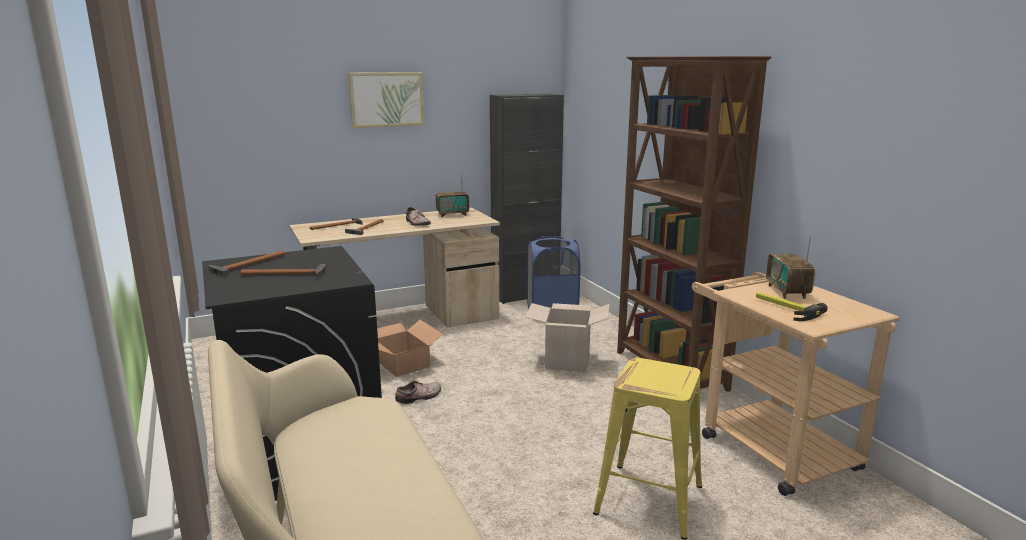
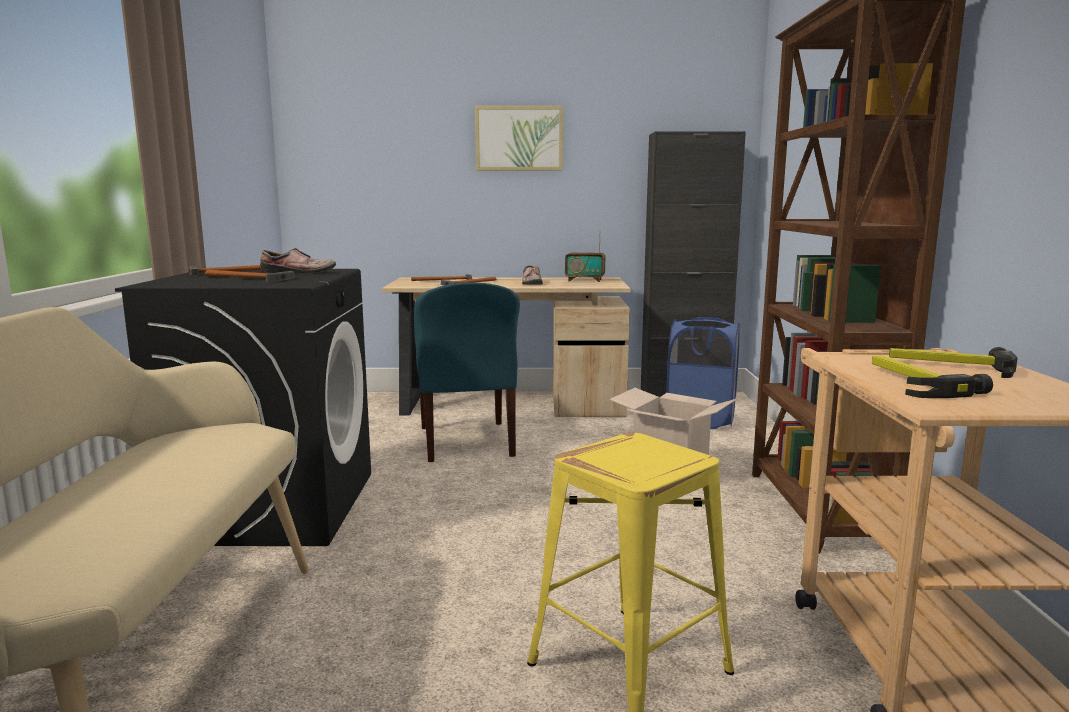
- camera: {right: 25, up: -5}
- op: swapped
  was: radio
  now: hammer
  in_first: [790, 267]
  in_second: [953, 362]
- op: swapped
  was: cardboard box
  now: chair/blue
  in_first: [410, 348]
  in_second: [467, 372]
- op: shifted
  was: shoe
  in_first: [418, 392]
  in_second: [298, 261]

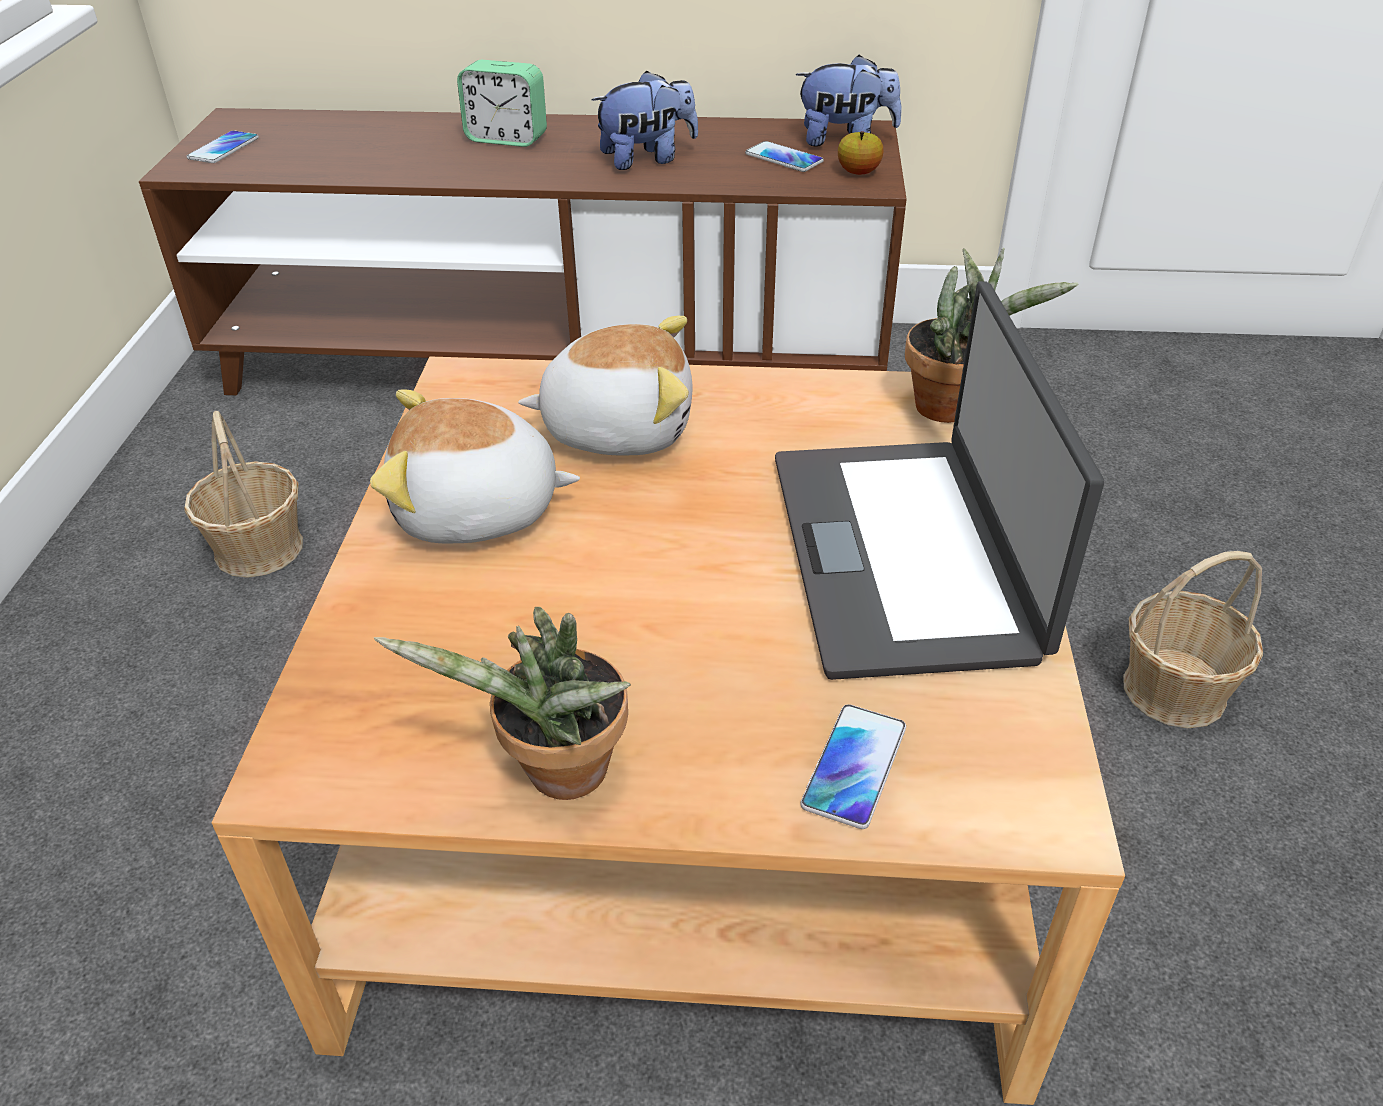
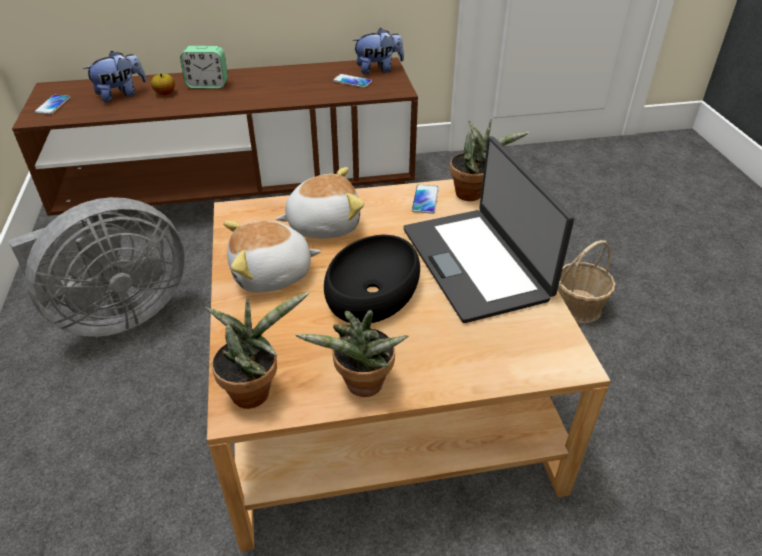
- camera: {right: -15, up: 0}
- op: shifted
  was: plush toy
  in_first: [644, 120]
  in_second: [115, 77]
- op: shifted
  was: apple
  in_first: [861, 153]
  in_second: [163, 84]
- op: swapped
  was: basket
  now: fan/grey
  in_first: [243, 494]
  in_second: [96, 267]
- op: shifted
  was: phone
  in_first: [853, 766]
  in_second: [425, 199]
- op: new
  now: bowl/black
  in_second: [372, 279]
- op: new
  now: potted plant
  in_second: [257, 350]

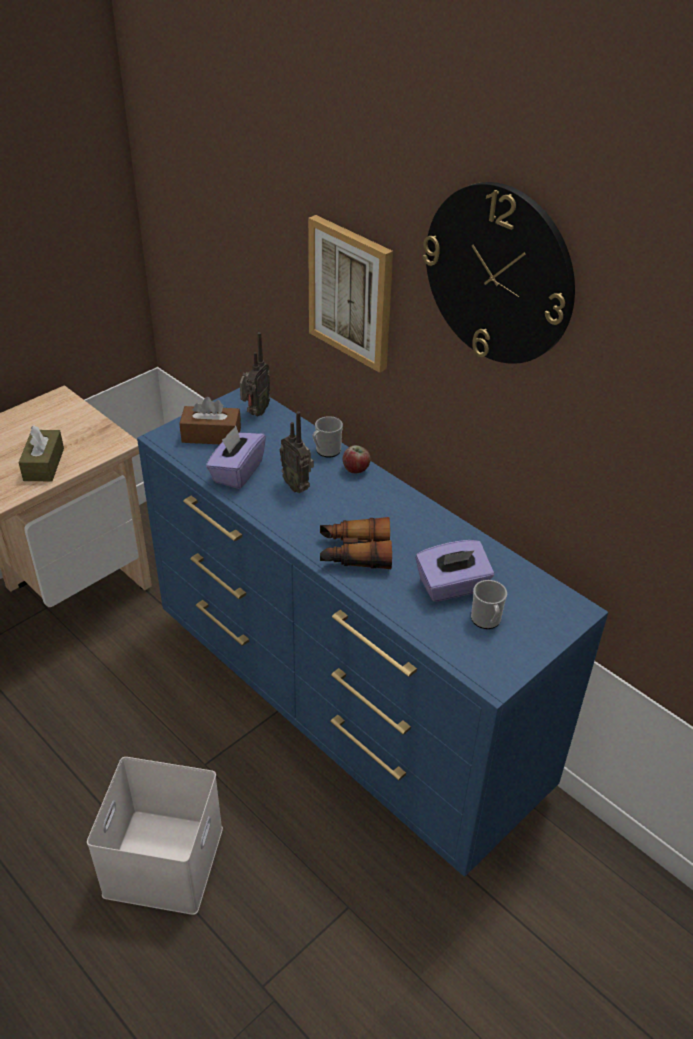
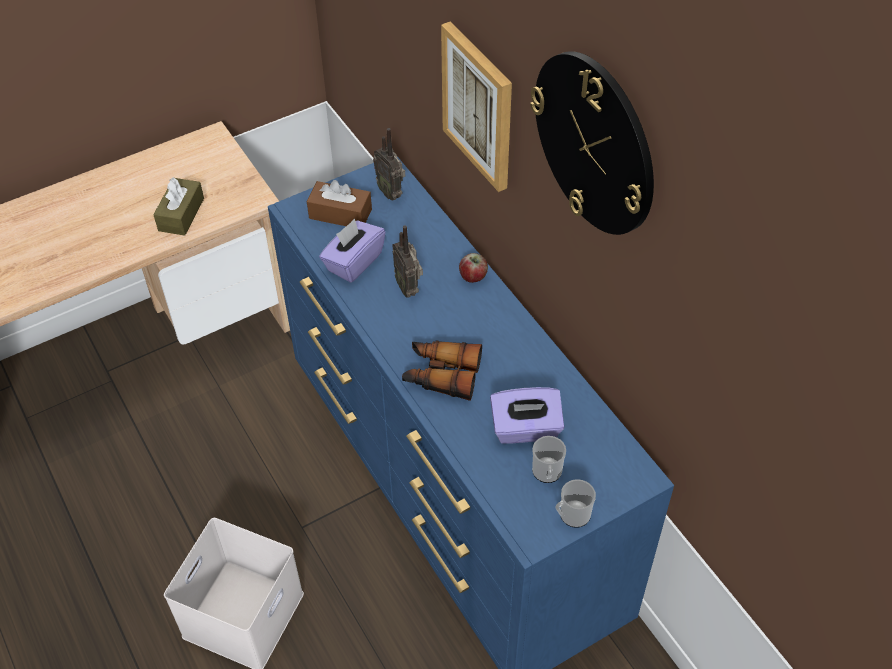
- camera: {right: 15, up: 10}
- op: rotated
  was: radio
  in_first: [255, 374]
  in_second: [389, 164]
  clockwise: 105
- op: shifted
  was: mug
  in_first: [328, 436]
  in_second: [576, 503]

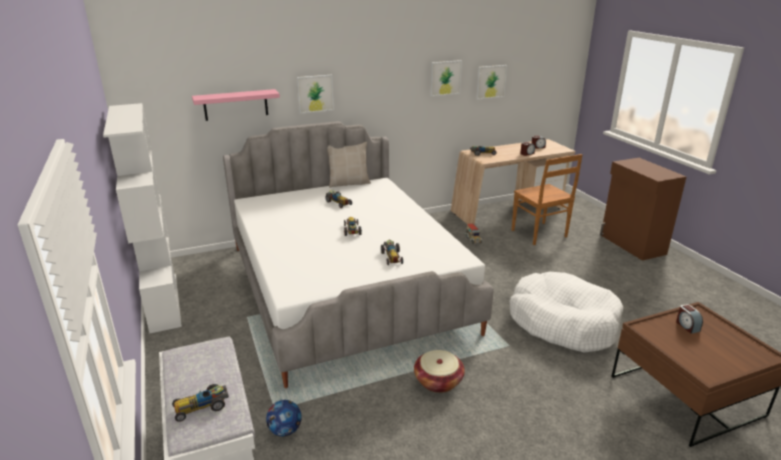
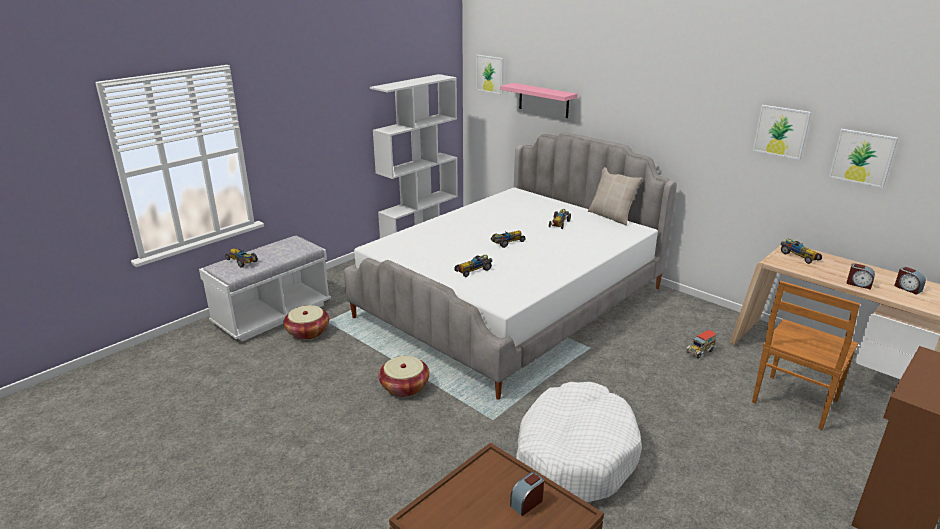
- camera: {right: 65, up: 0}
- op: shifted
  was: picture
  in_first: [315, 94]
  in_second: [490, 74]
- op: swapped
  was: football
  now: basket
  in_first: [283, 418]
  in_second: [306, 322]

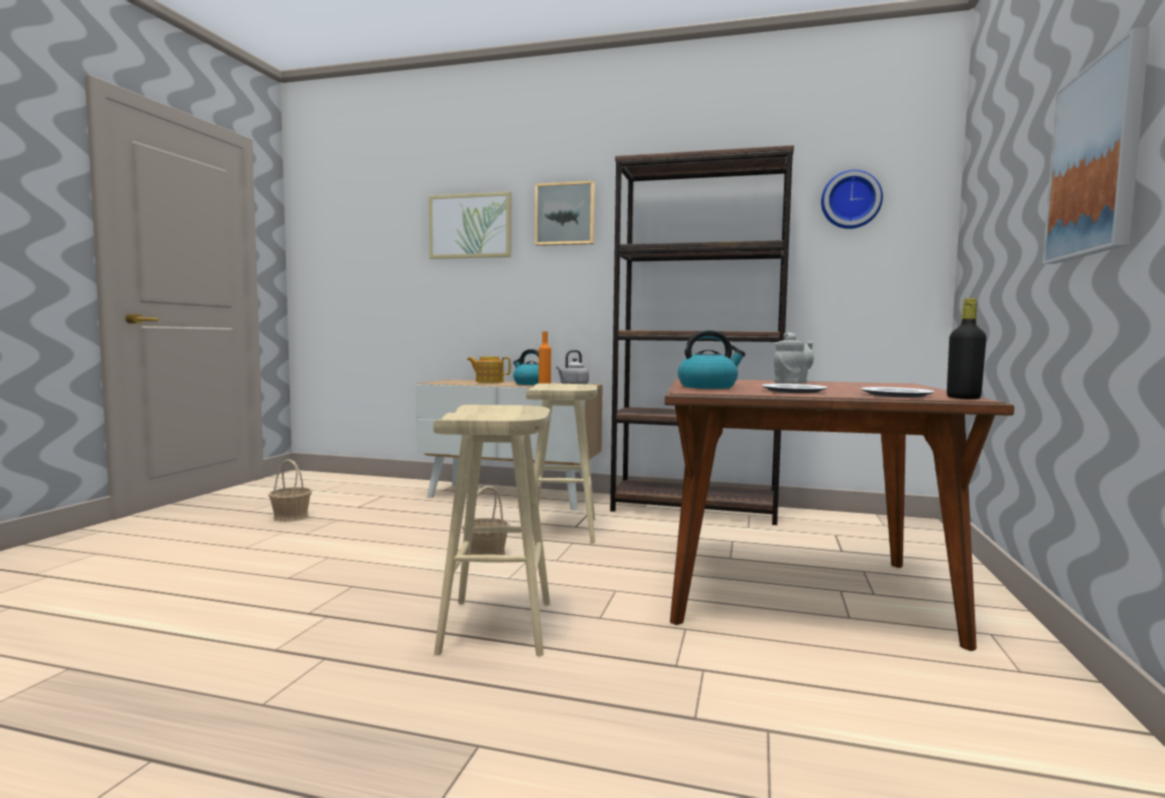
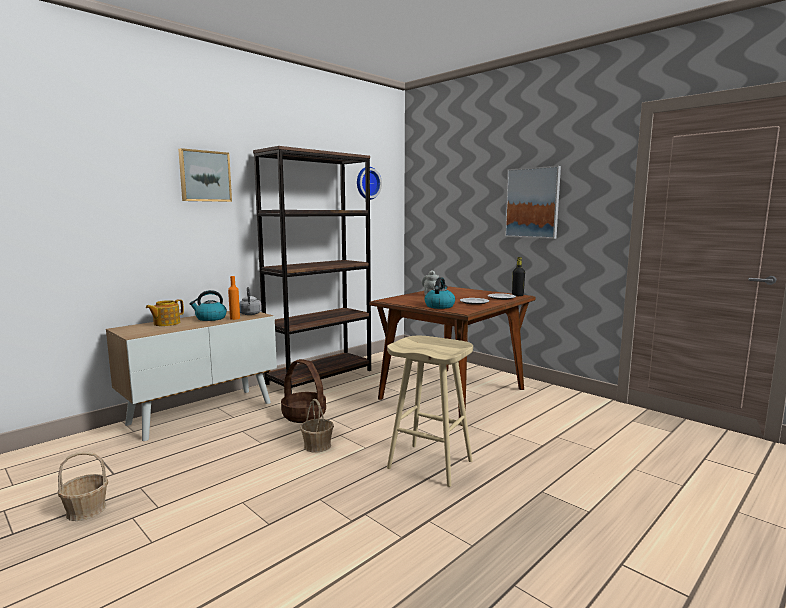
- camera: {right: -60, up: 5}
- op: gone
  was: picture
  in_first: [470, 225]
- op: swapped
  was: stool/beige
  now: basket
  in_first: [561, 463]
  in_second: [303, 391]

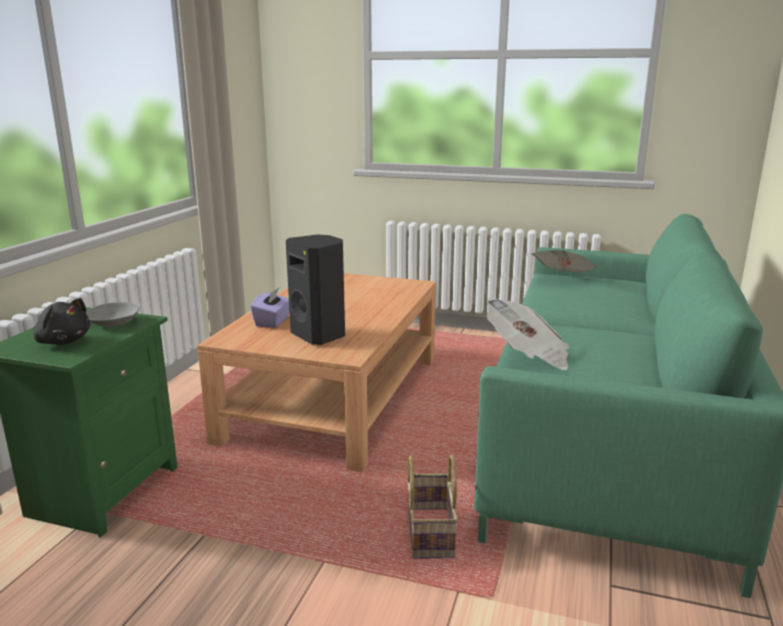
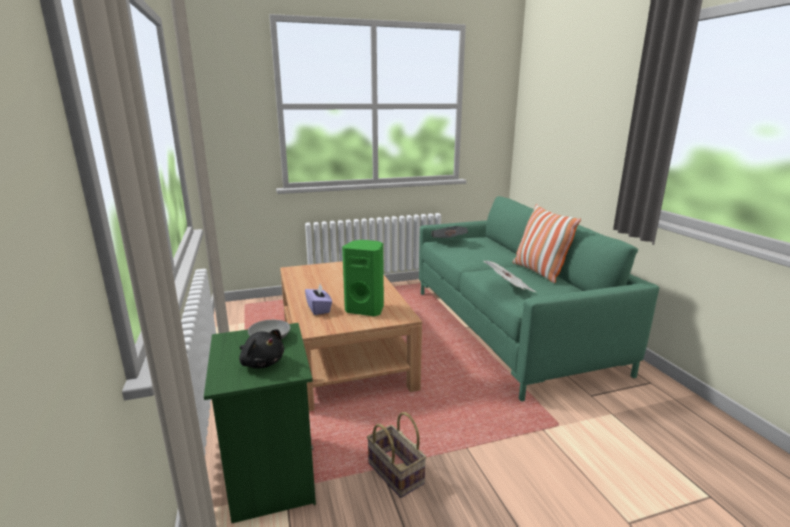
- camera: {right: -35, up: 0}
- op: repainted
  was: speaker/black
  now: speaker/green
  in_first: [315, 290]
  in_second: [363, 278]
- op: rotated
  was: plush toy/black
  in_first: [61, 321]
  in_second: [261, 349]
  clockwise: 45
- op: shifted
  was: basket
  in_first: [432, 507]
  in_second: [396, 455]
- op: new
  now: pillow
  in_second: [547, 243]

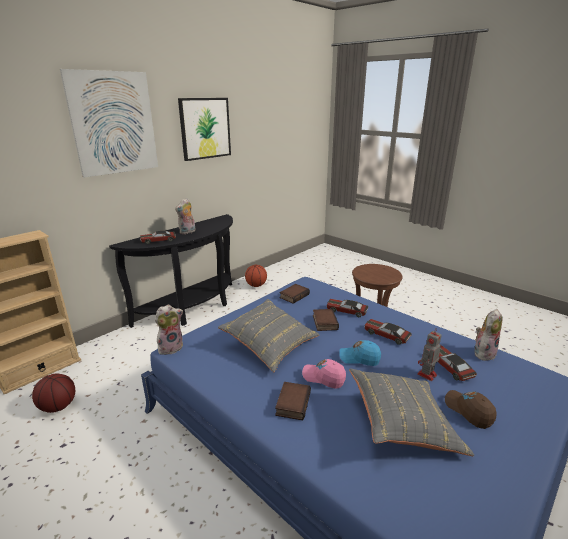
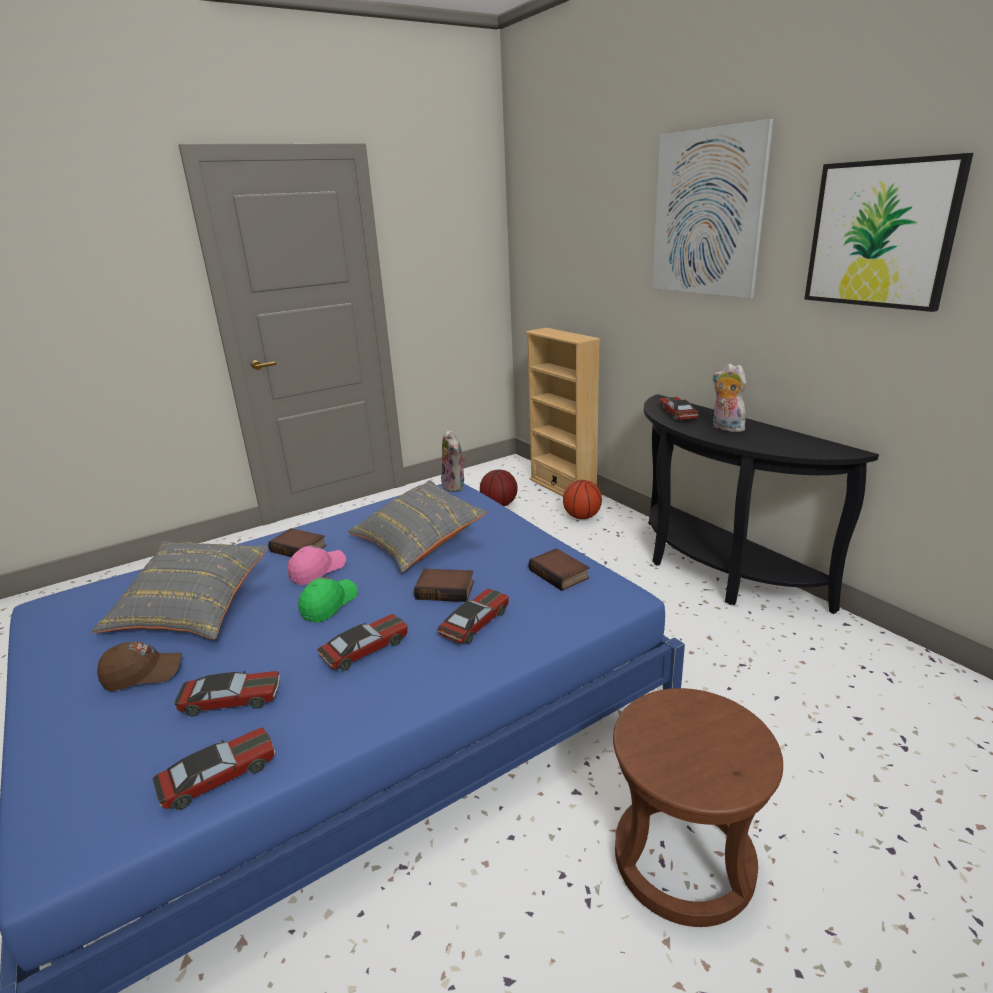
- camera: {right: 105, up: 0}
- op: shifted
  was: basketball
  in_first: [256, 276]
  in_second: [582, 499]
- op: swapped
  was: plush toy
  now: toy car
  in_first: [488, 335]
  in_second: [213, 768]
- op: gone
  was: toy robot
  in_first: [429, 355]
- op: repainted
  was: cap/blue
  now: cap/green
  in_first: [360, 353]
  in_second: [328, 600]

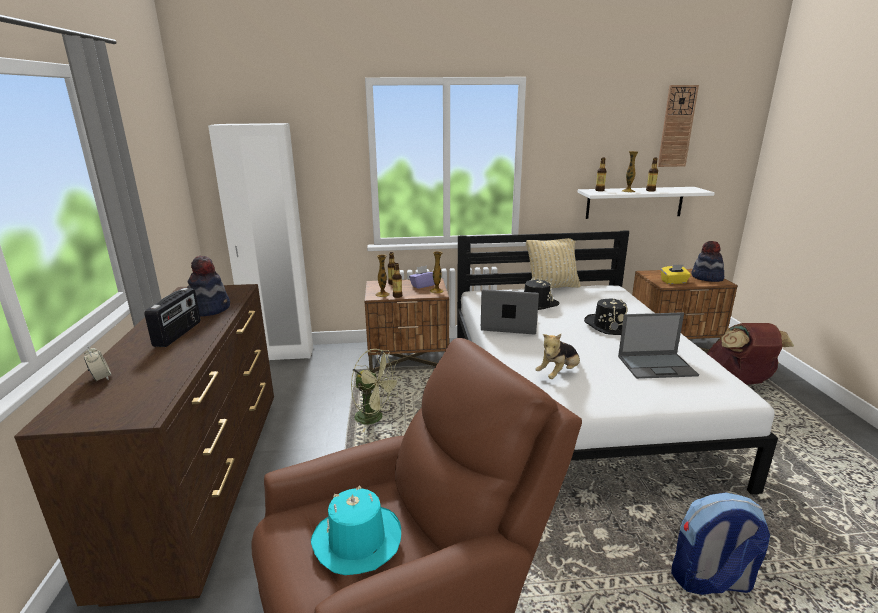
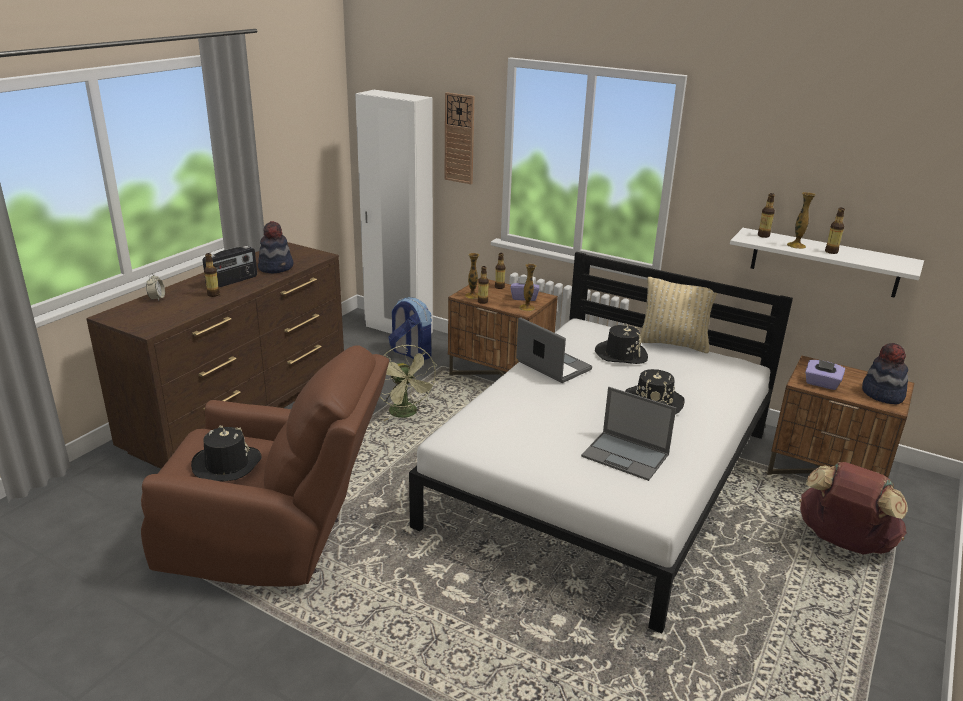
- camera: {right: 35, up: 5}
- op: shifted
  was: wall clock
  in_first: [678, 126]
  in_second: [460, 138]
- op: repainted
  was: tissue box/yellow
  now: tissue box/purple
  in_first: [676, 274]
  in_second: [825, 375]
- op: gone
  was: plush toy
  in_first: [557, 356]
- op: repainted
  was: hat/turquoise
  now: hat/black
  in_first: [356, 530]
  in_second: [226, 453]
- op: shifted
  was: backpack
  in_first: [720, 544]
  in_second: [410, 328]
- op: new
  now: bottle
  in_second: [212, 275]

